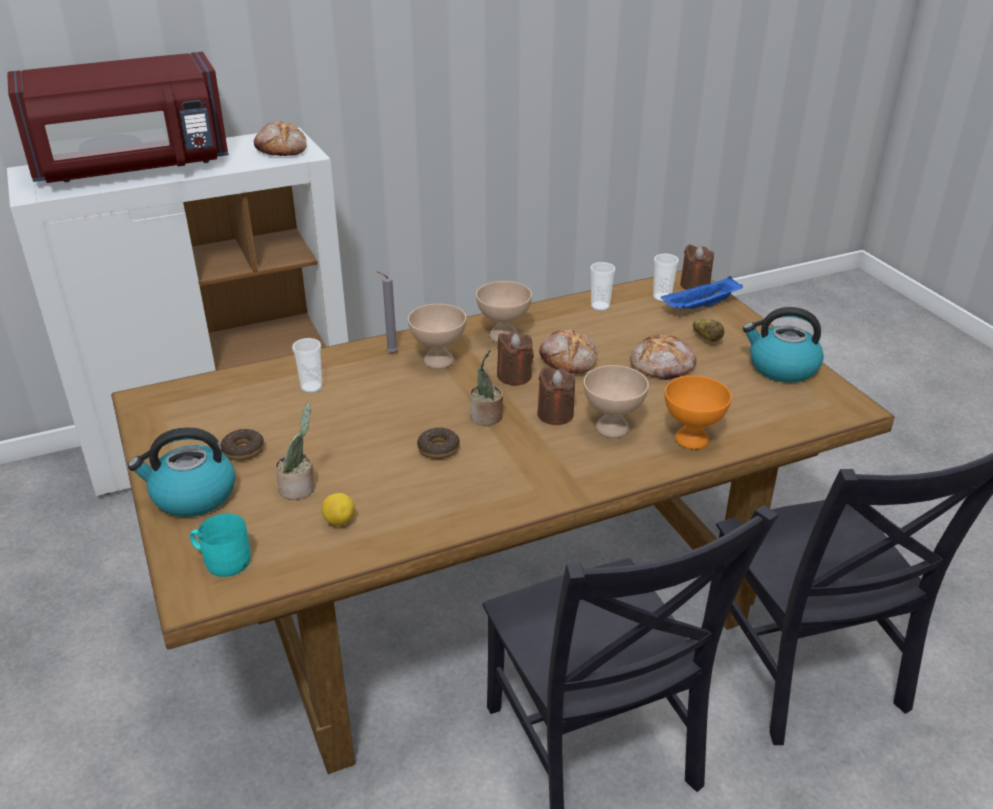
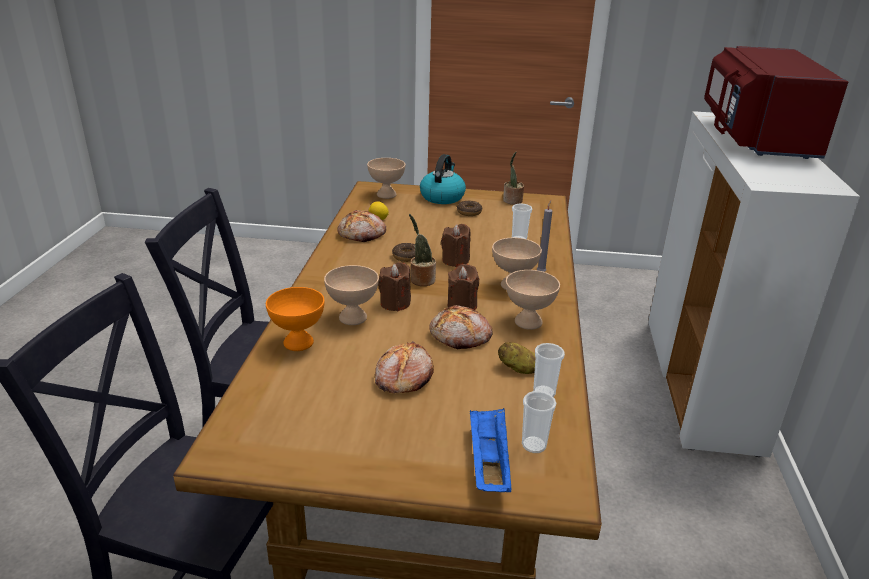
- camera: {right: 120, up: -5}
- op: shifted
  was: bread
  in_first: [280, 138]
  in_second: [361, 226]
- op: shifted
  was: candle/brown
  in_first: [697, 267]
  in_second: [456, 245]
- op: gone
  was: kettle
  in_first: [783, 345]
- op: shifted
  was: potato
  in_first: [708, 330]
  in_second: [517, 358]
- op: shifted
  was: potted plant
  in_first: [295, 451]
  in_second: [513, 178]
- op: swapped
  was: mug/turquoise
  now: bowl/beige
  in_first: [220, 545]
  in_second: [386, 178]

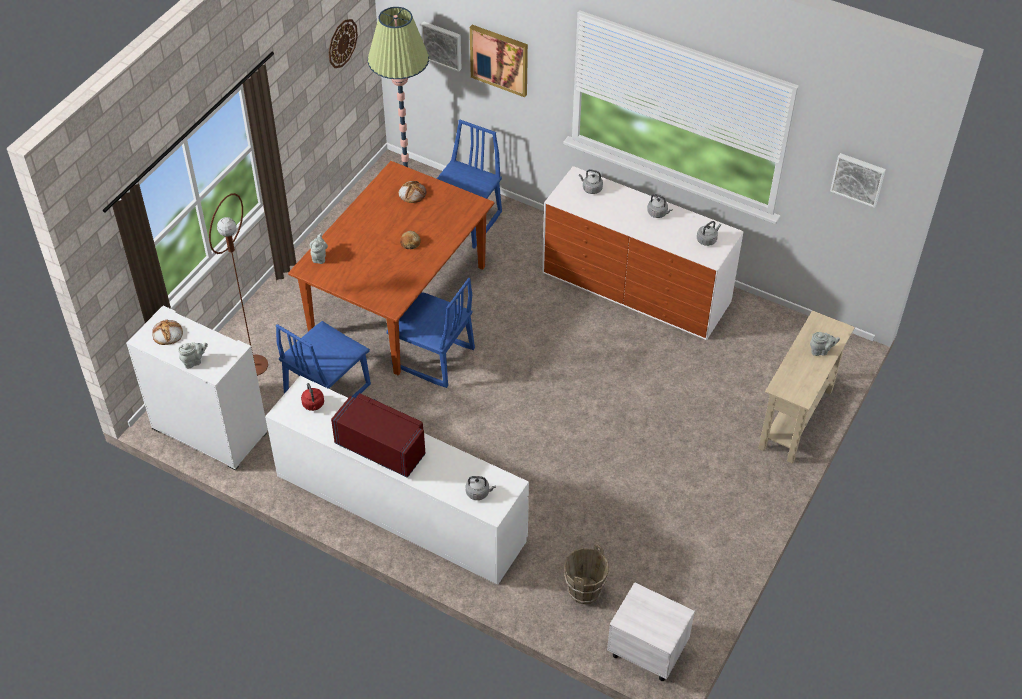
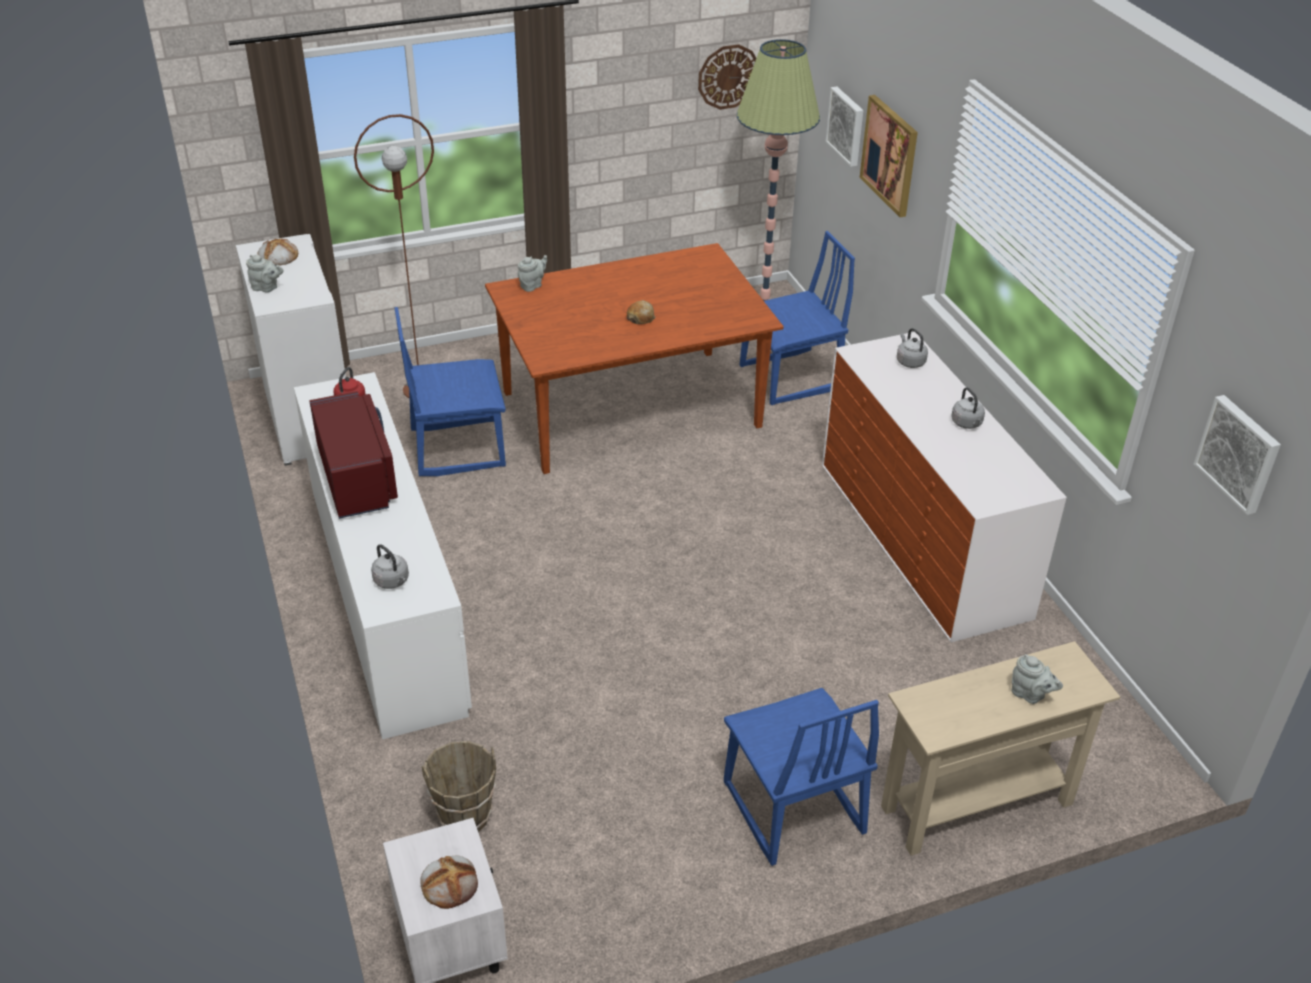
- camera: {right: 40, up: -10}
- op: shifted
  was: bread
  in_first: [412, 192]
  in_second: [449, 882]
- op: gone
  was: kettle/grey
  in_first: [709, 233]
- op: shifted
  was: chair/blue
  in_first: [430, 333]
  in_second: [801, 777]

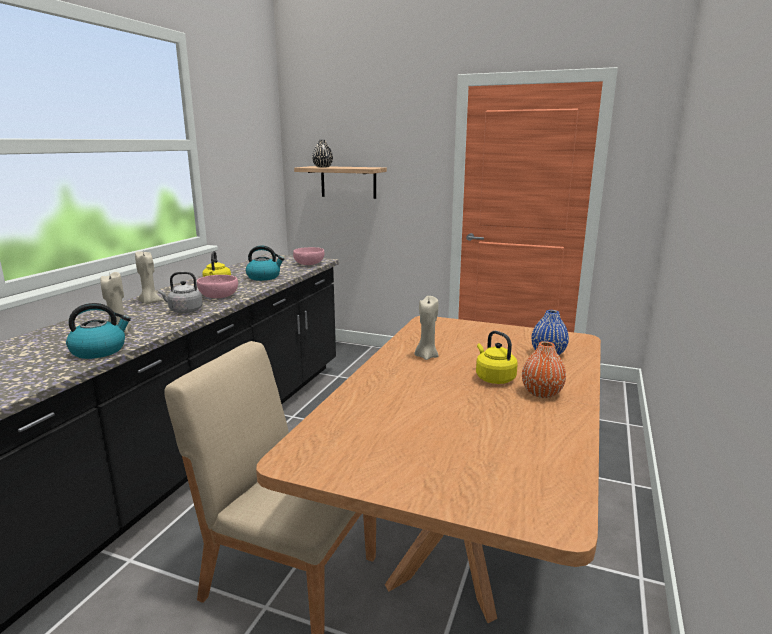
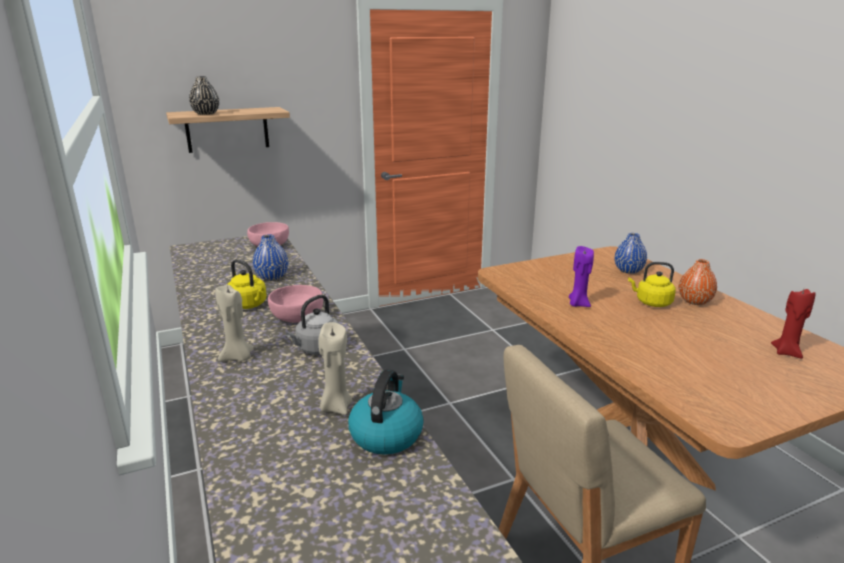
- camera: {right: -45, up: 5}
- op: swapped
  was: kettle
  now: vase/blue
  in_first: [265, 263]
  in_second: [270, 257]
- op: repainted
  was: candle/beige
  now: candle/purple
  in_first: [427, 328]
  in_second: [581, 276]
- op: new
  now: candle/red
  in_second: [793, 324]

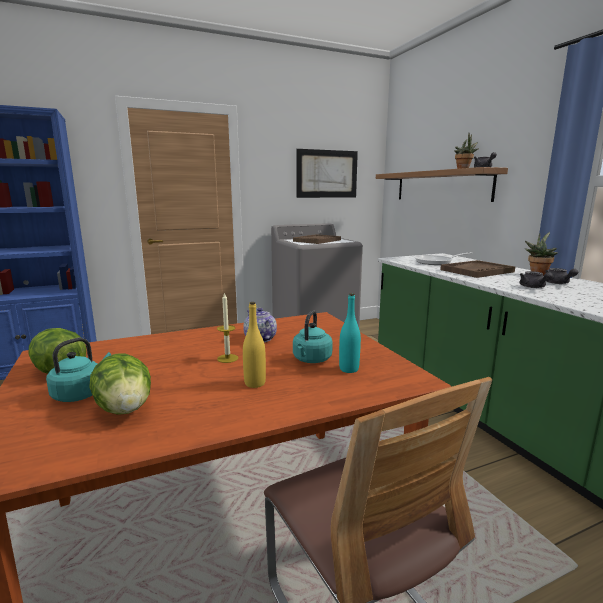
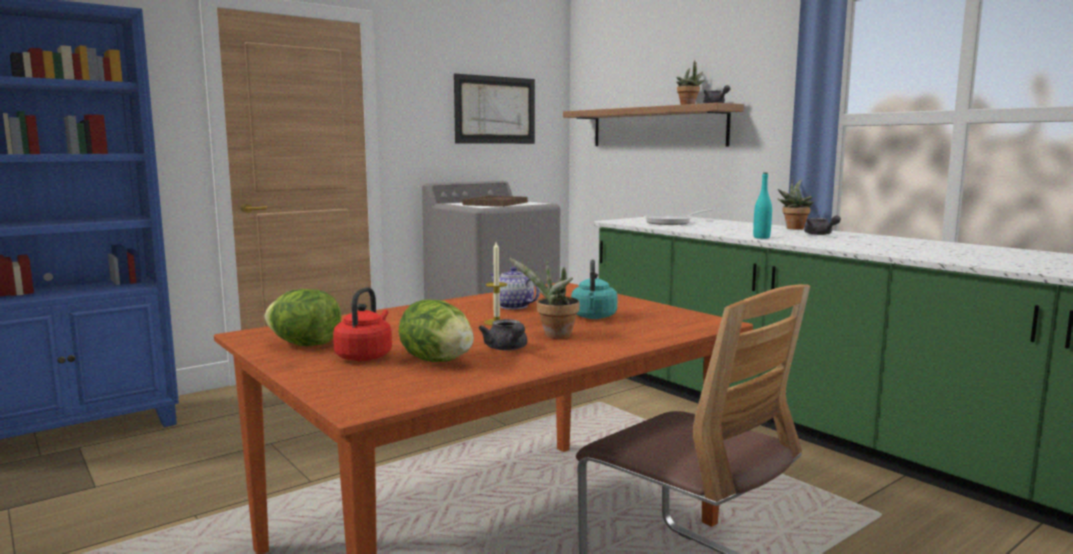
- camera: {right: -15, up: -5}
- op: gone
  was: tray/brown
  in_first: [477, 269]
- op: shifted
  was: teapot/grey
  in_first: [536, 279]
  in_second: [503, 334]
- op: shifted
  was: bottle/turquoise
  in_first: [350, 333]
  in_second: [762, 205]
- op: swapped
  was: bottle/yellow
  now: potted plant
  in_first: [254, 345]
  in_second: [544, 298]
- op: repainted
  was: kettle/turquoise
  now: kettle/red
  in_first: [78, 370]
  in_second: [362, 324]

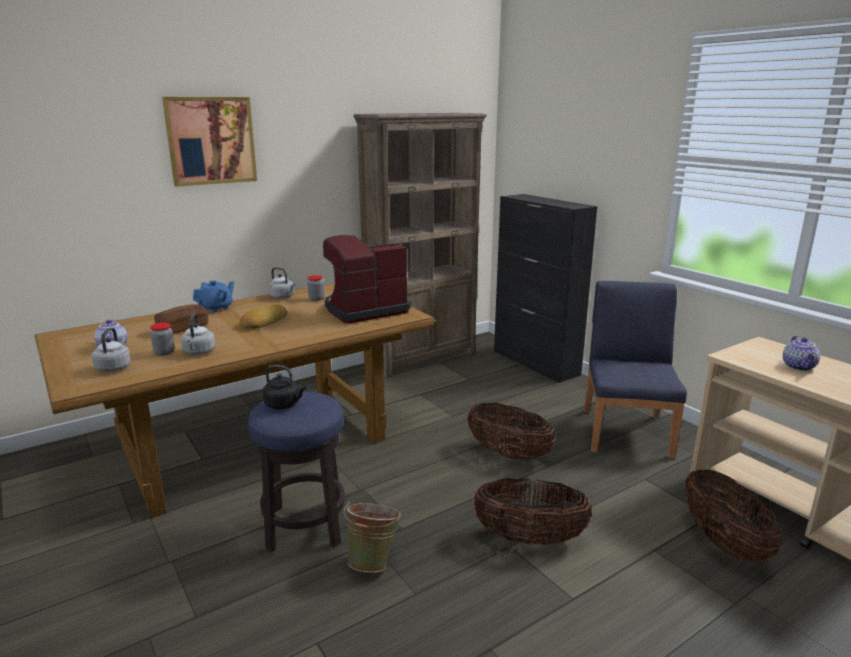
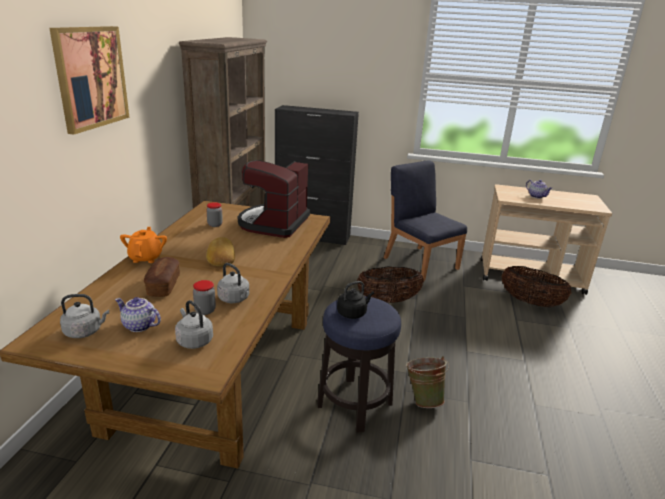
- camera: {right: -45, up: 5}
- op: shifted
  was: kettle/grey
  in_first: [281, 283]
  in_second: [84, 316]
- op: repainted
  was: teapot/blue
  now: teapot/orange
  in_first: [213, 296]
  in_second: [143, 245]
- op: gone
  was: basket
  in_first: [532, 511]

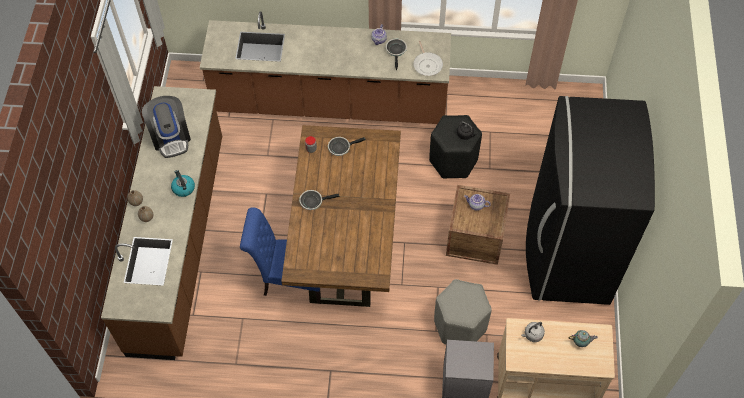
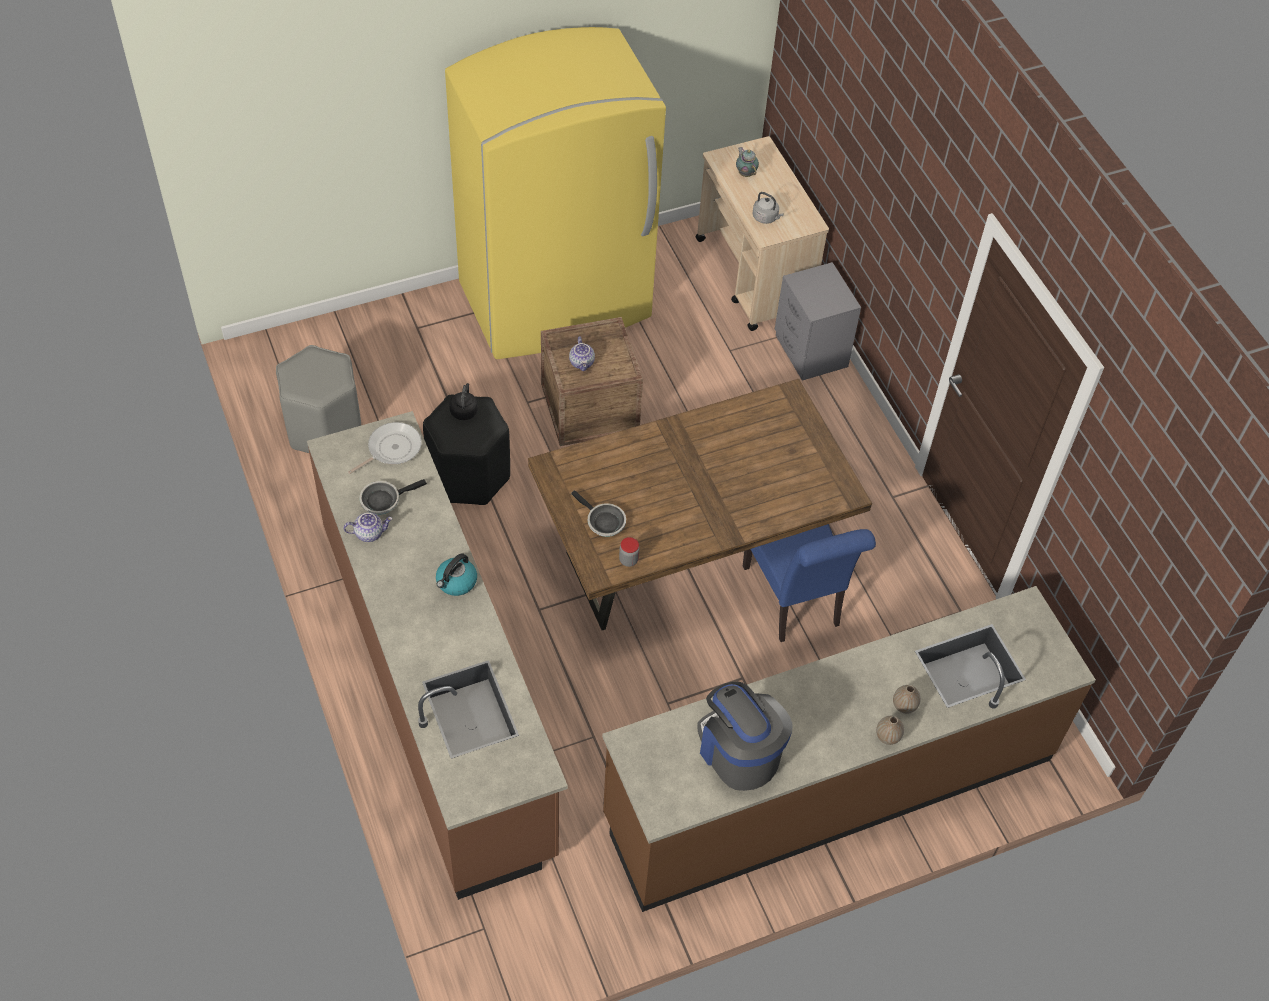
- camera: {right: -120, up: -5}
- op: rotated
  was: coffee machine
  in_first: [166, 127]
  in_second: [745, 736]
  clockwise: -75
- op: repainted
  was: fridge/black
  now: fridge/yellow
  in_first: [590, 200]
  in_second: [555, 193]
- op: shifted
  was: kettle
  in_first: [183, 183]
  in_second: [456, 574]
- op: gone
  was: frying pan
  in_first: [319, 200]
- op: shifted
  was: stool/grey
  in_first: [463, 311]
  in_second: [318, 399]

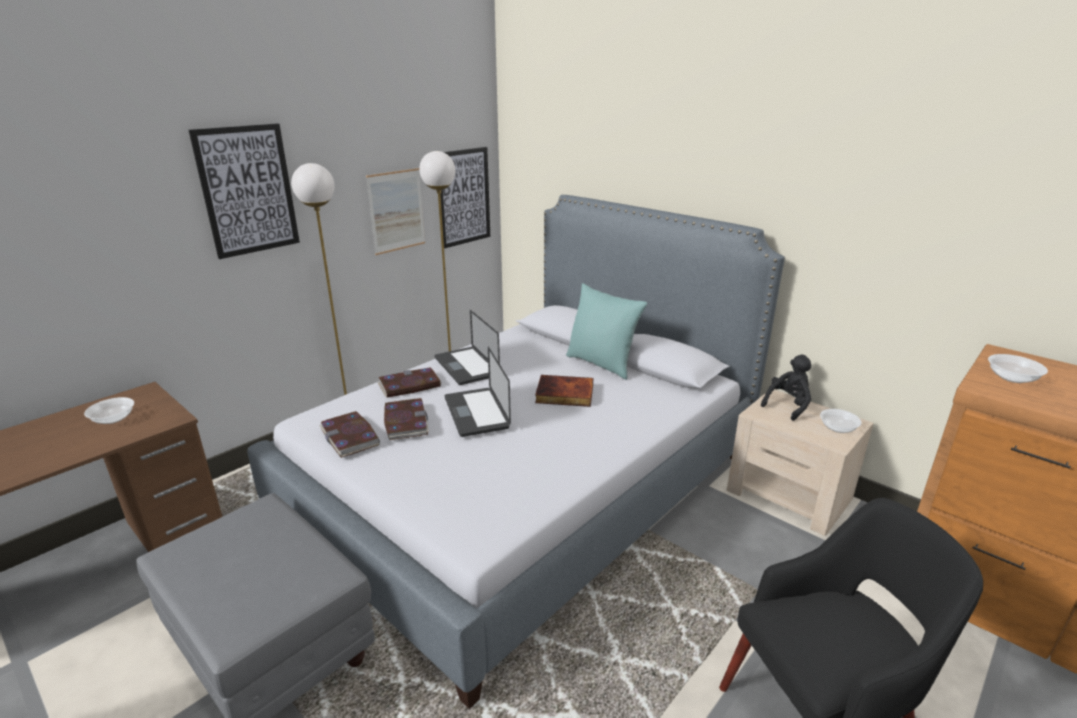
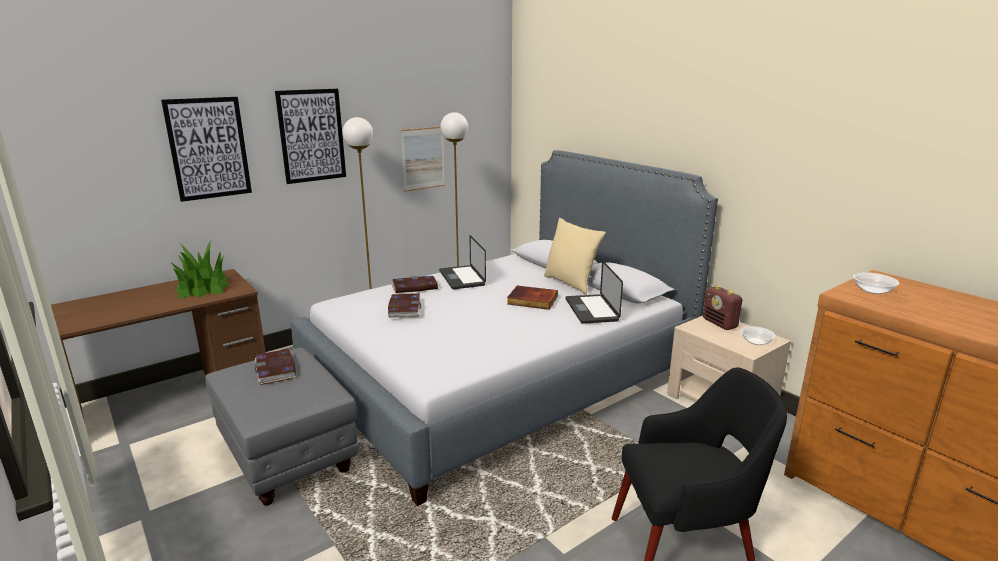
- camera: {right: 10, up: -5}
- op: shifted
  was: picture
  in_first: [465, 198]
  in_second: [206, 149]
- op: repainted
  was: pillow/turquoise
  now: pillow/beige
  in_first: [607, 331]
  in_second: [575, 256]
- op: shifted
  was: laptop
  in_first: [478, 392]
  in_second: [594, 292]
- op: swapped
  was: plush toy/black
  now: radio
  in_first: [786, 388]
  in_second: [723, 307]
- op: swapped
  was: bowl
  now: potted plant
  in_first: [109, 410]
  in_second: [200, 270]
- op: shifted
  was: book
  in_first: [349, 434]
  in_second: [275, 367]

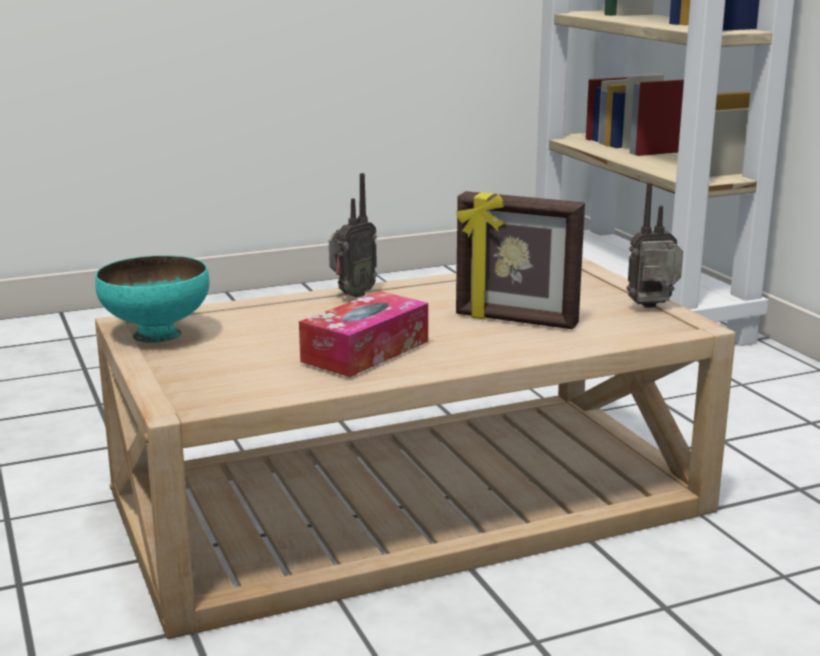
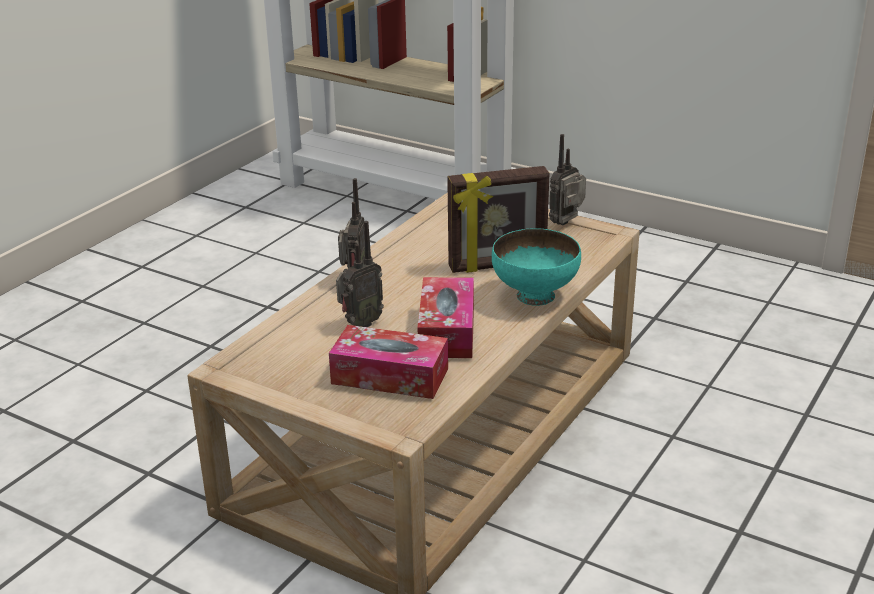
- camera: {right: -35, up: 10}
- op: shifted
  was: bowl/turquoise
  in_first: [152, 299]
  in_second: [536, 267]
- op: new
  now: radio
  in_second: [360, 274]
- op: new
  now: tissue box
  in_second: [388, 362]

